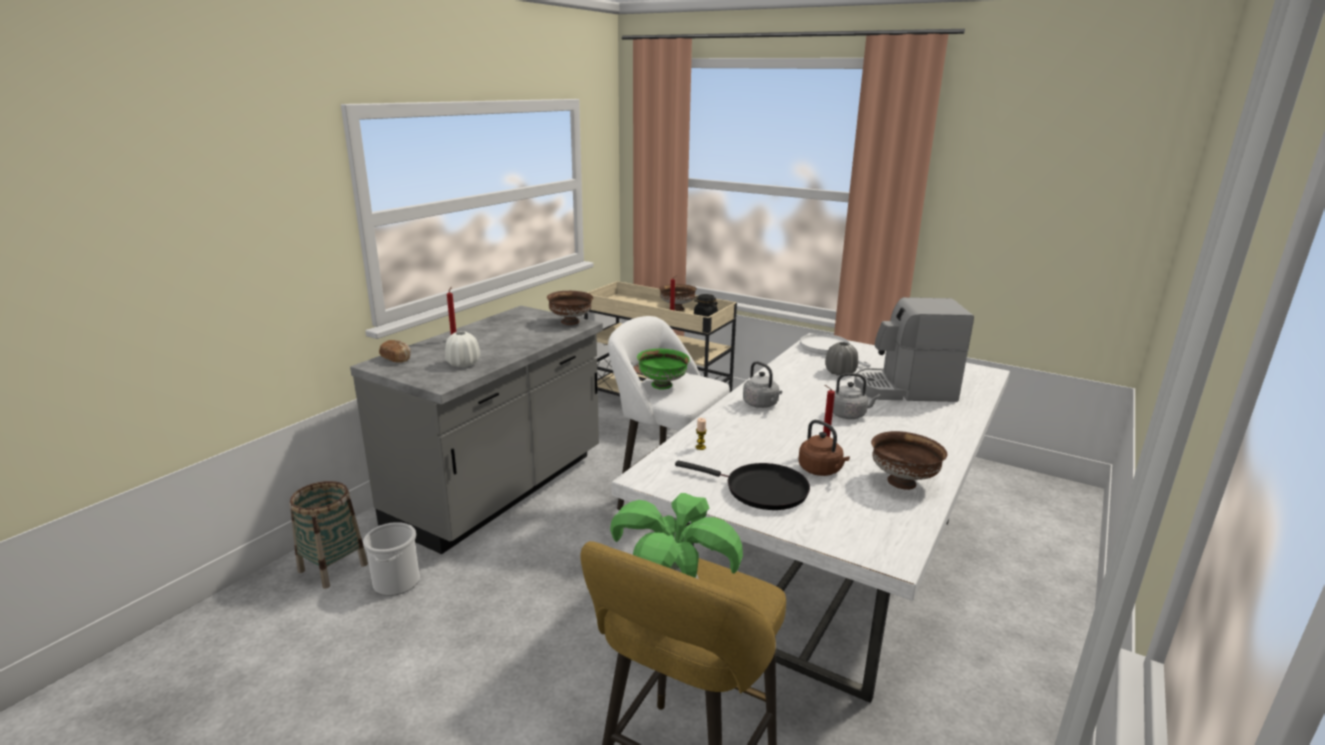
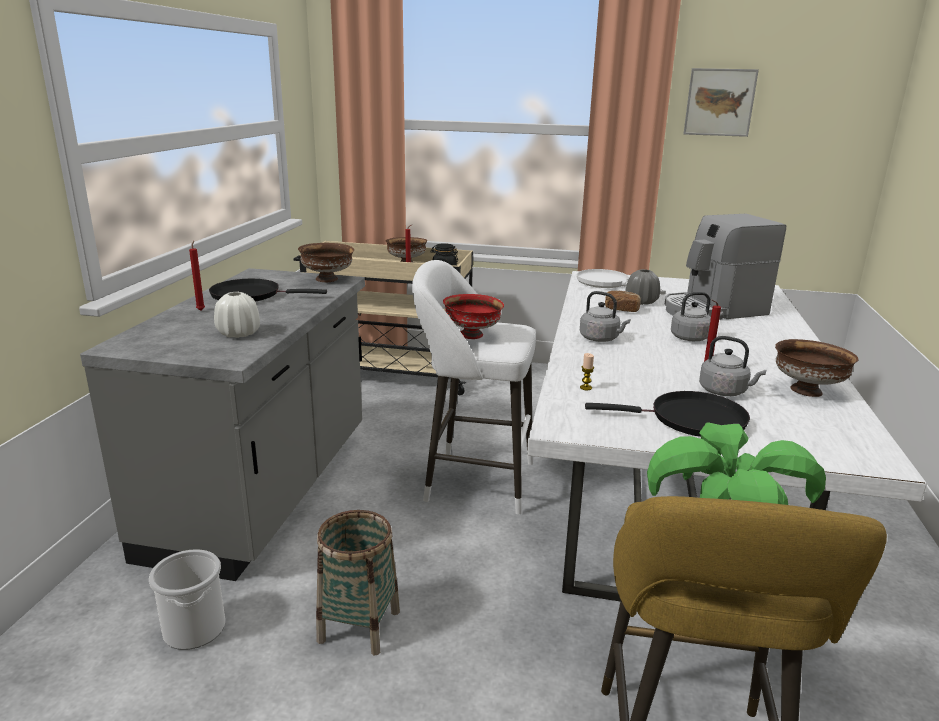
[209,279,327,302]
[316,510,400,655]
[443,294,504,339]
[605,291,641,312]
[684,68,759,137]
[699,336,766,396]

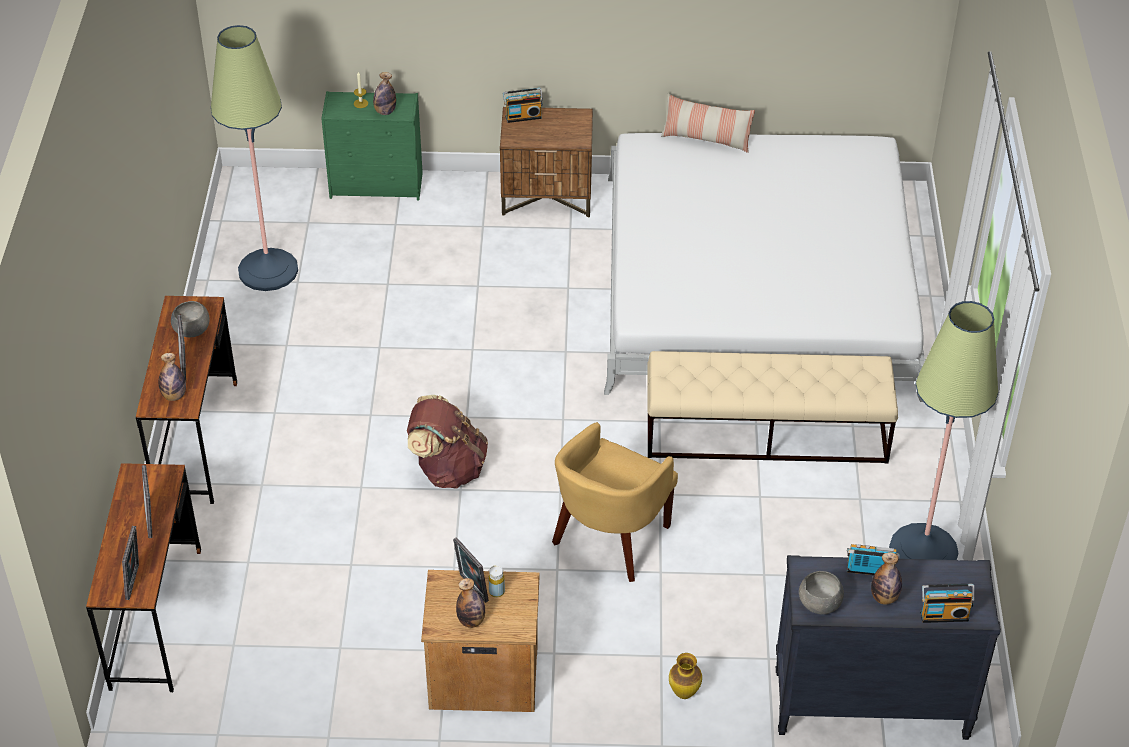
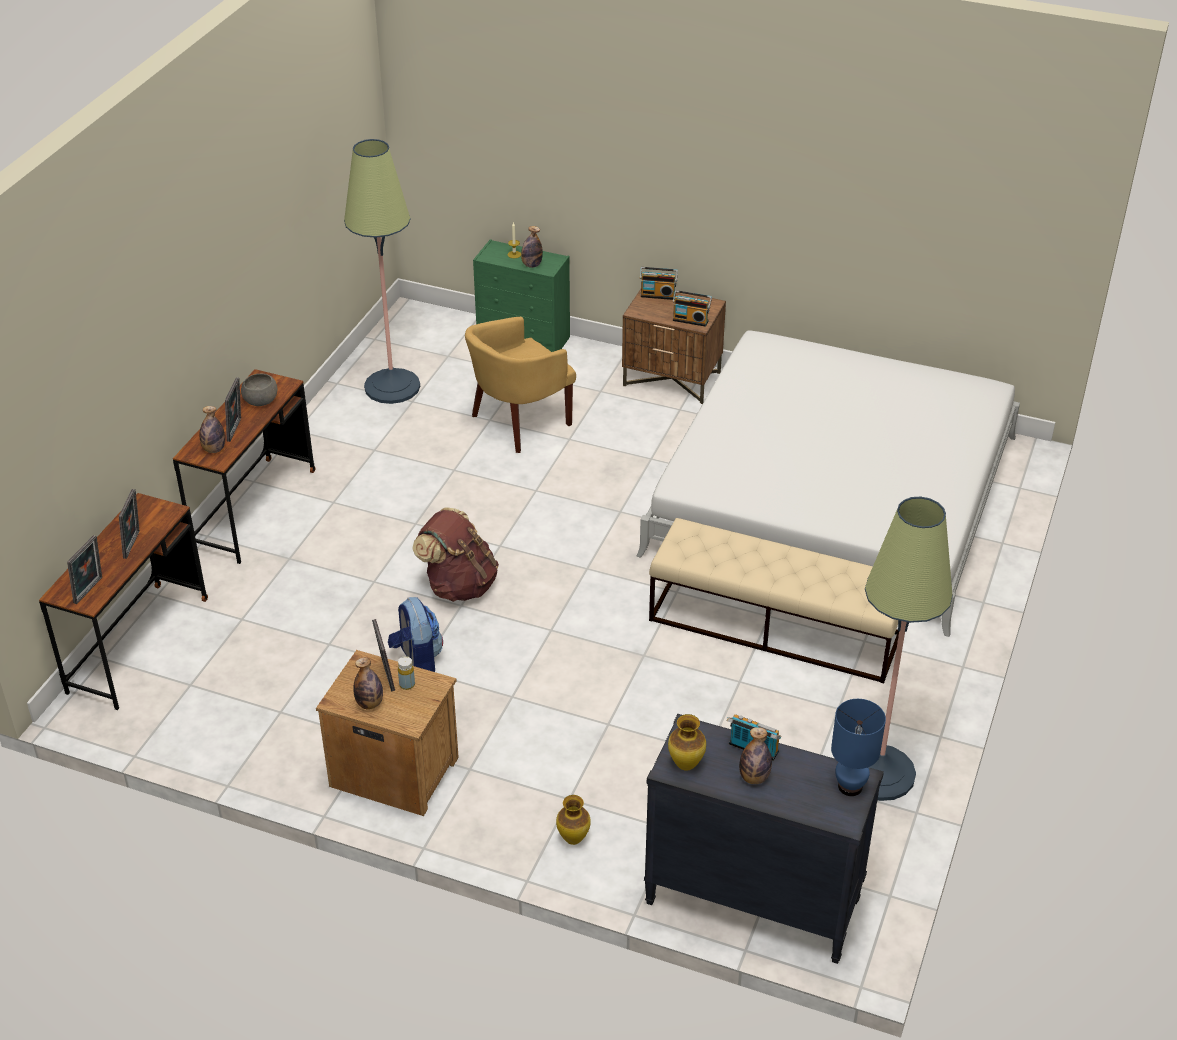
[388,597,443,672]
[465,317,576,453]
[668,714,706,770]
[672,290,712,327]
[831,699,886,796]
[661,94,755,153] (first image)

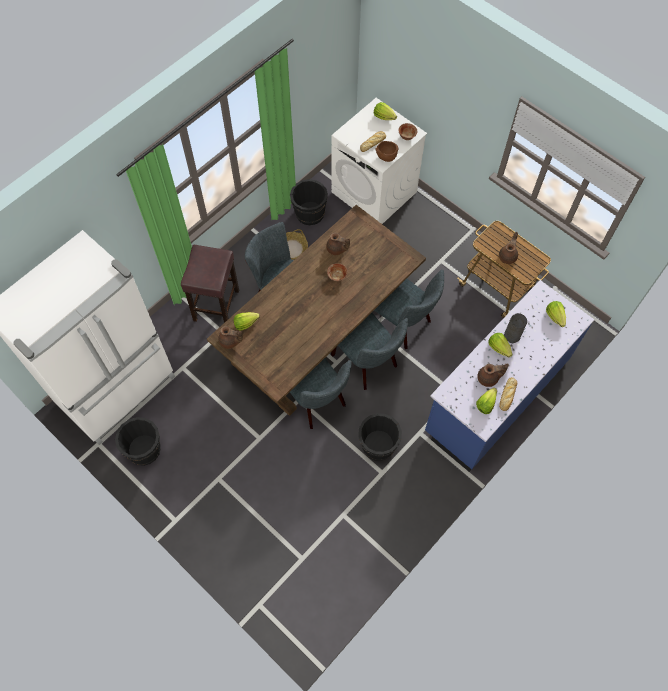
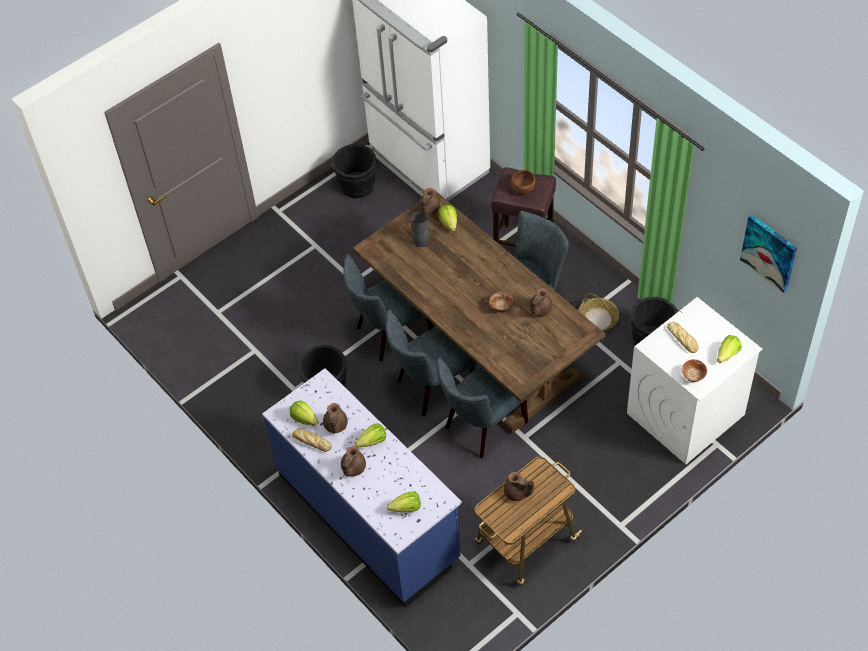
[341,446,366,476]
[411,211,430,247]
[511,170,536,194]
[740,214,797,293]

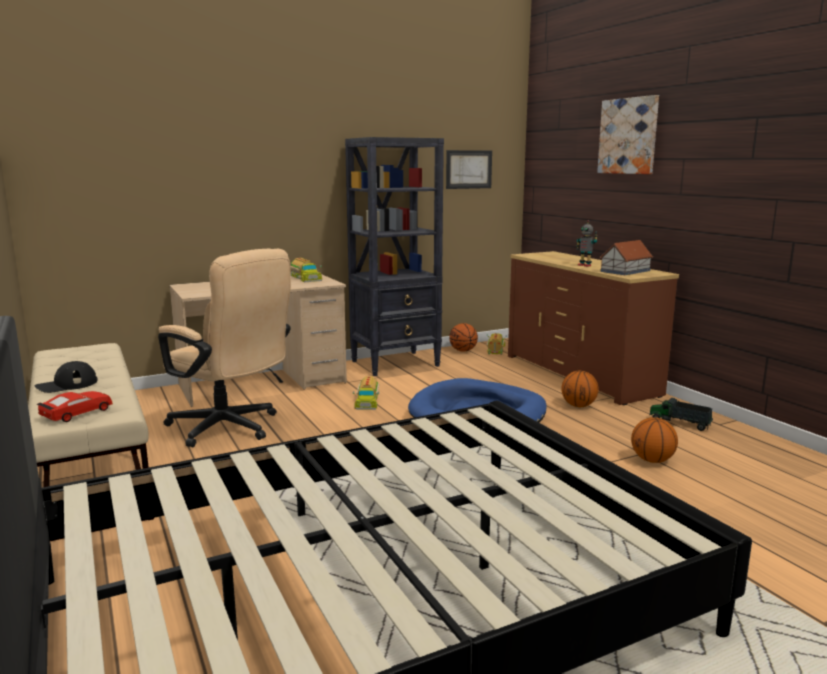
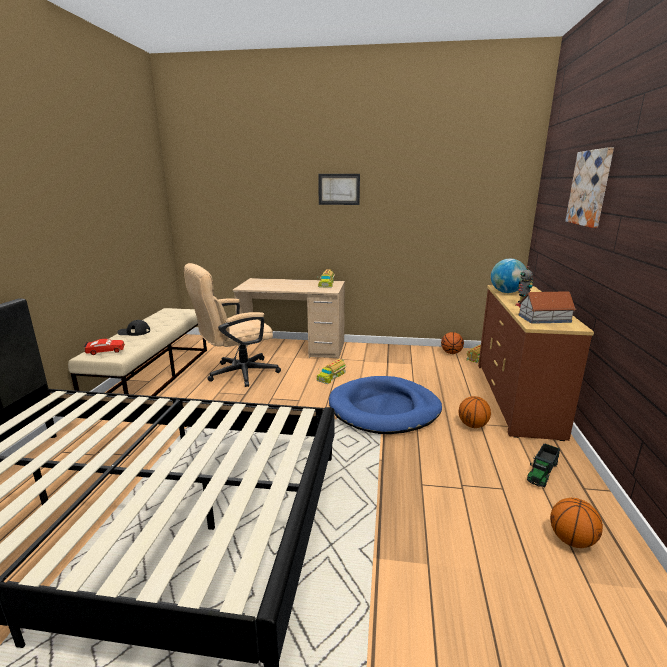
[184,263,281,387]
[318,174,360,205]
[491,259,527,293]
[527,443,560,487]
[550,498,603,548]
[345,137,444,376] (first image)

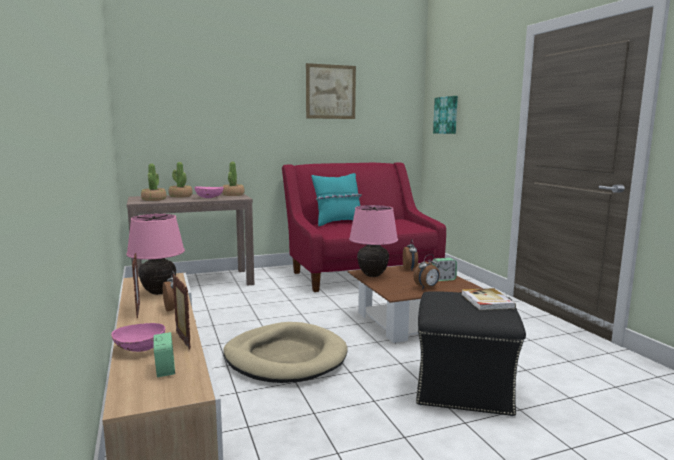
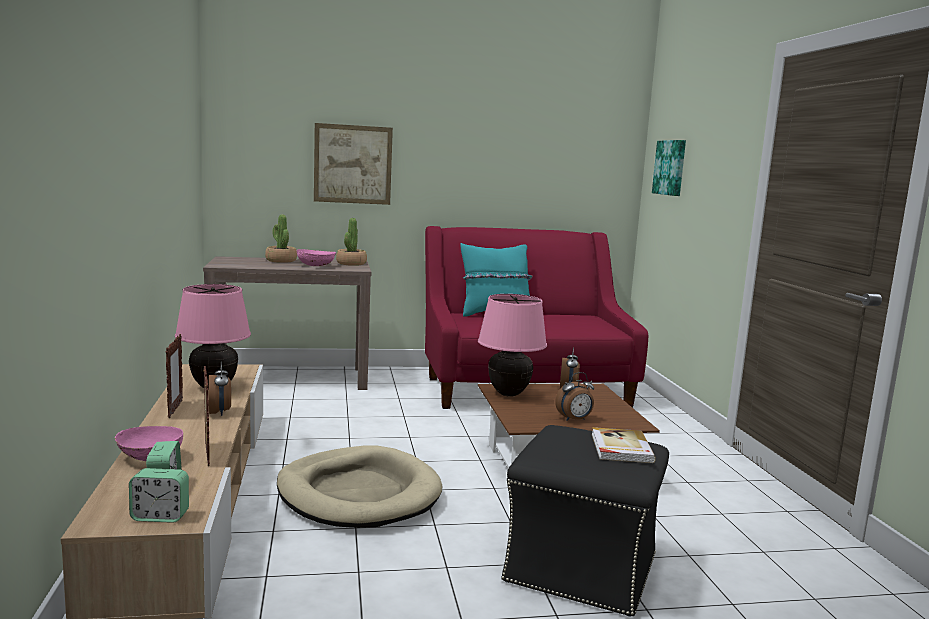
[129,468,189,523]
[314,123,393,205]
[141,163,167,201] (first image)

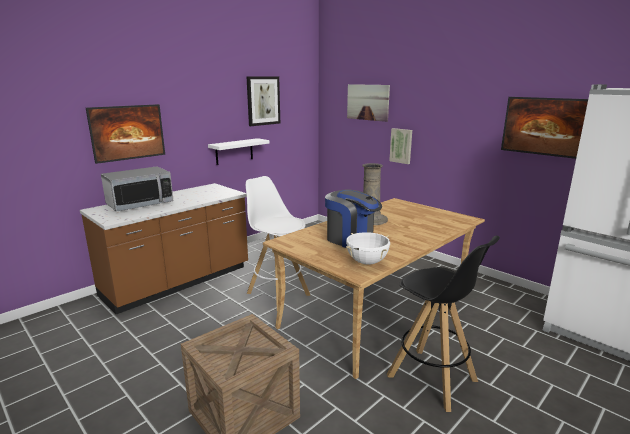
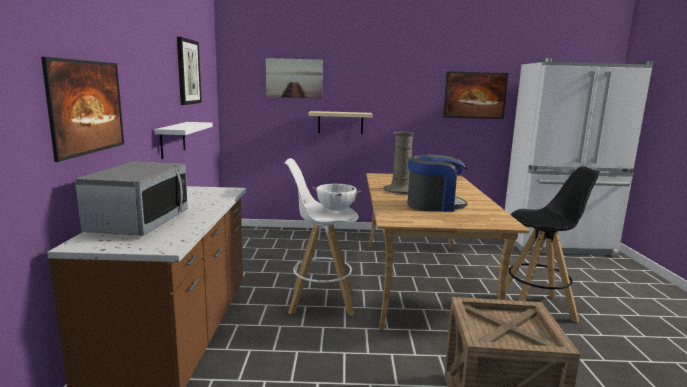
[309,111,373,134]
[312,184,361,211]

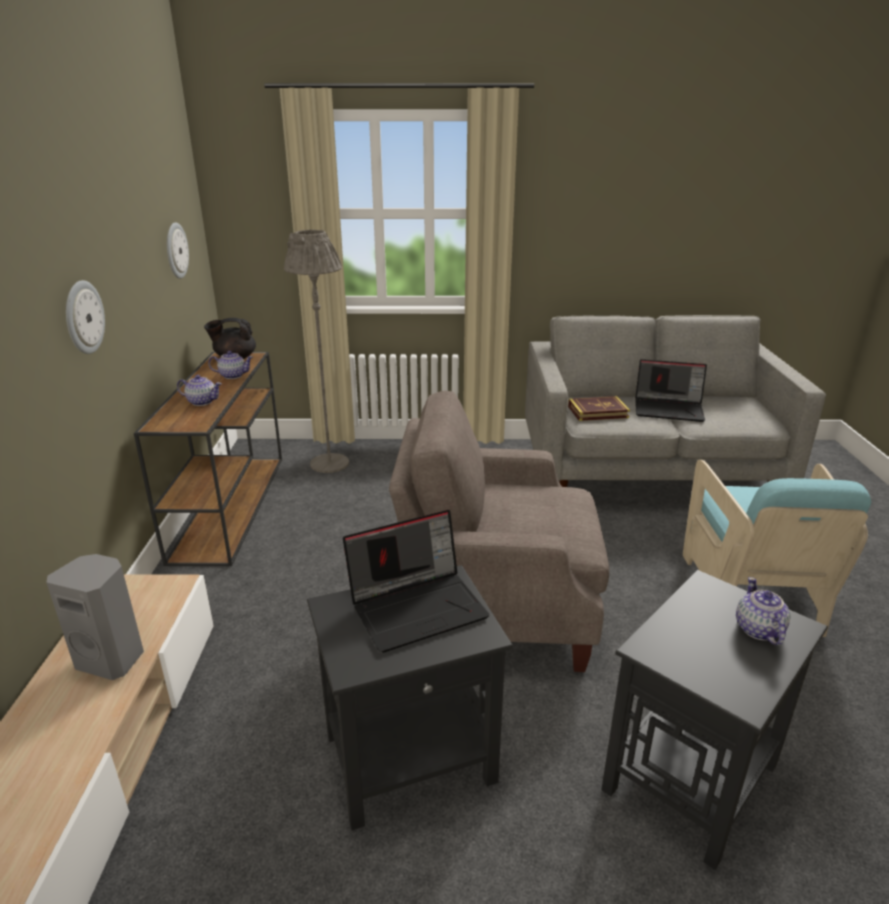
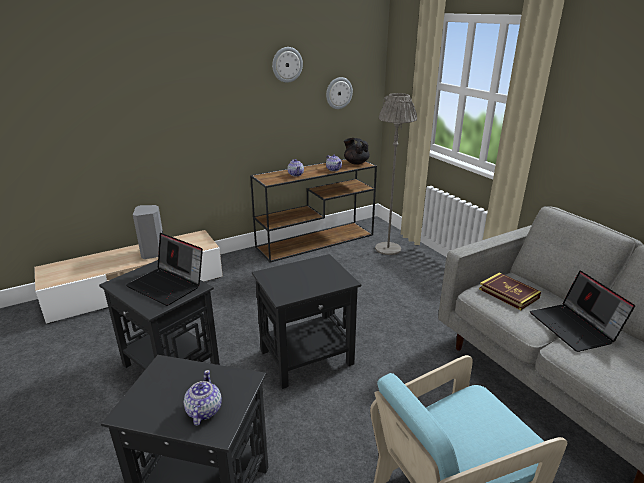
[184,370,222,426]
[252,254,361,389]
[272,47,303,83]

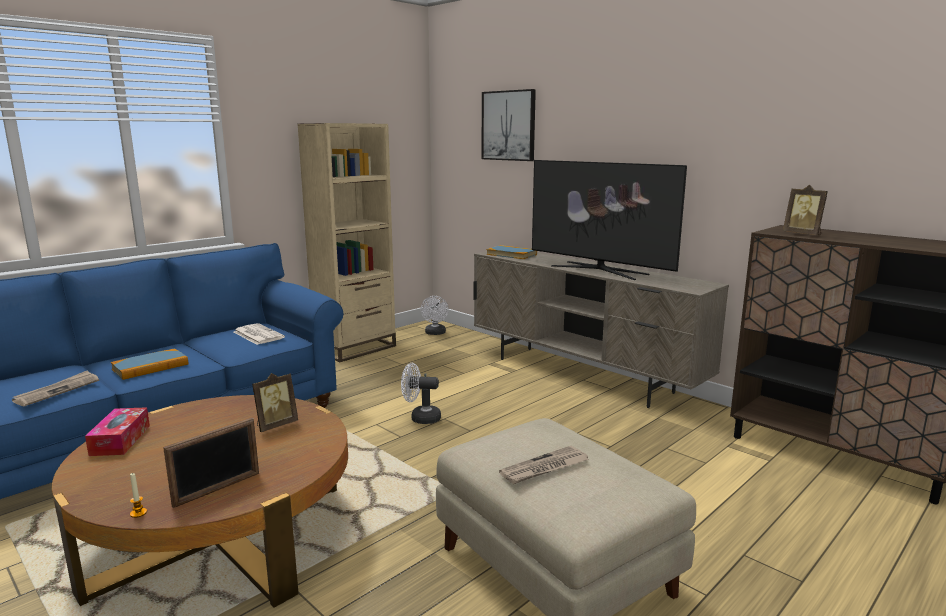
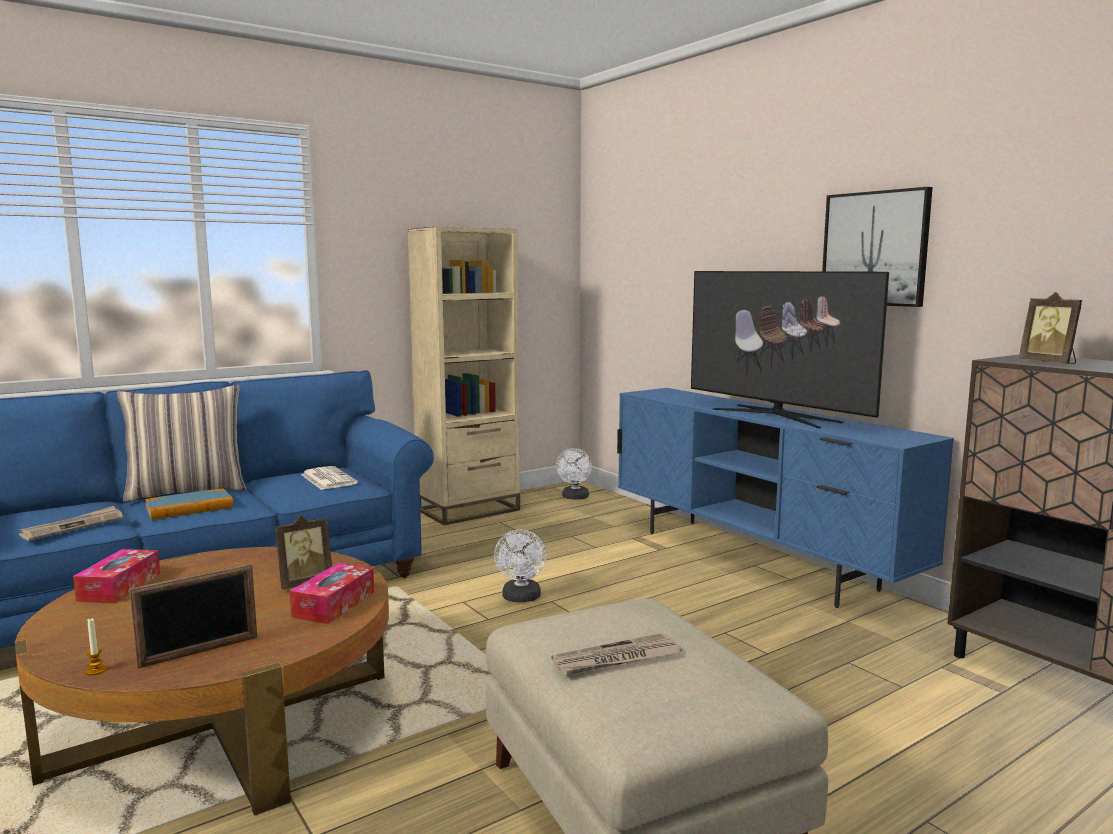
[117,385,246,502]
[290,563,374,624]
[494,530,547,602]
[617,388,954,608]
[822,187,933,307]
[487,245,537,259] (first image)

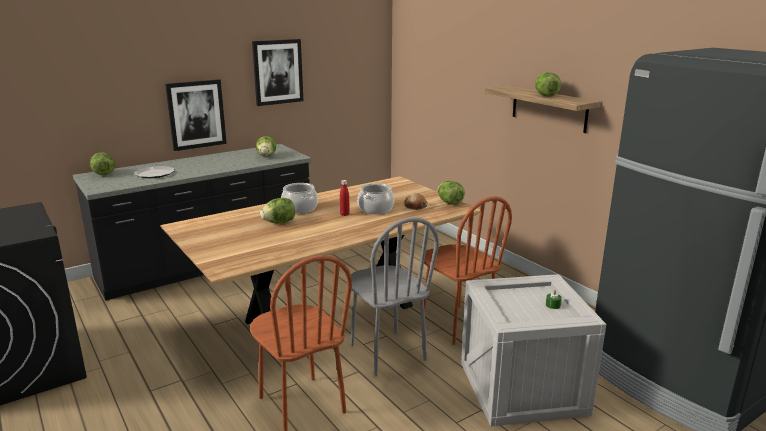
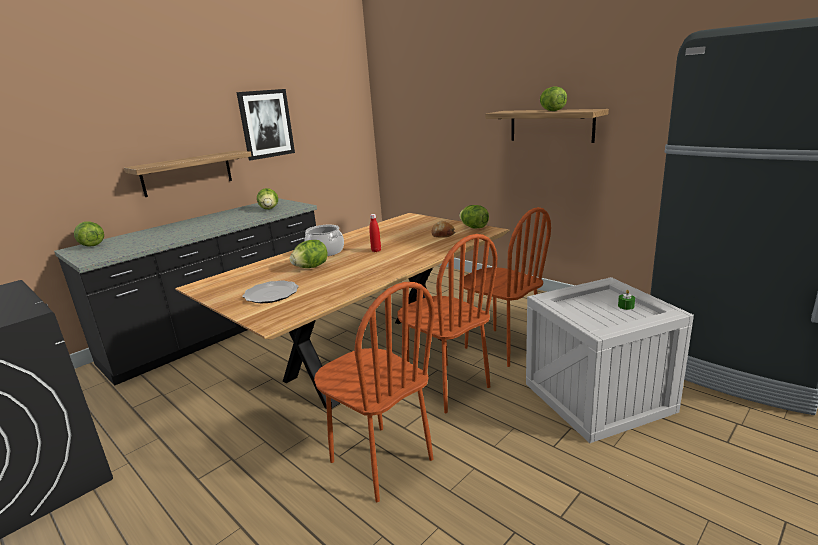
[124,150,251,197]
[242,280,299,303]
[397,234,497,413]
[357,183,394,214] (first image)

